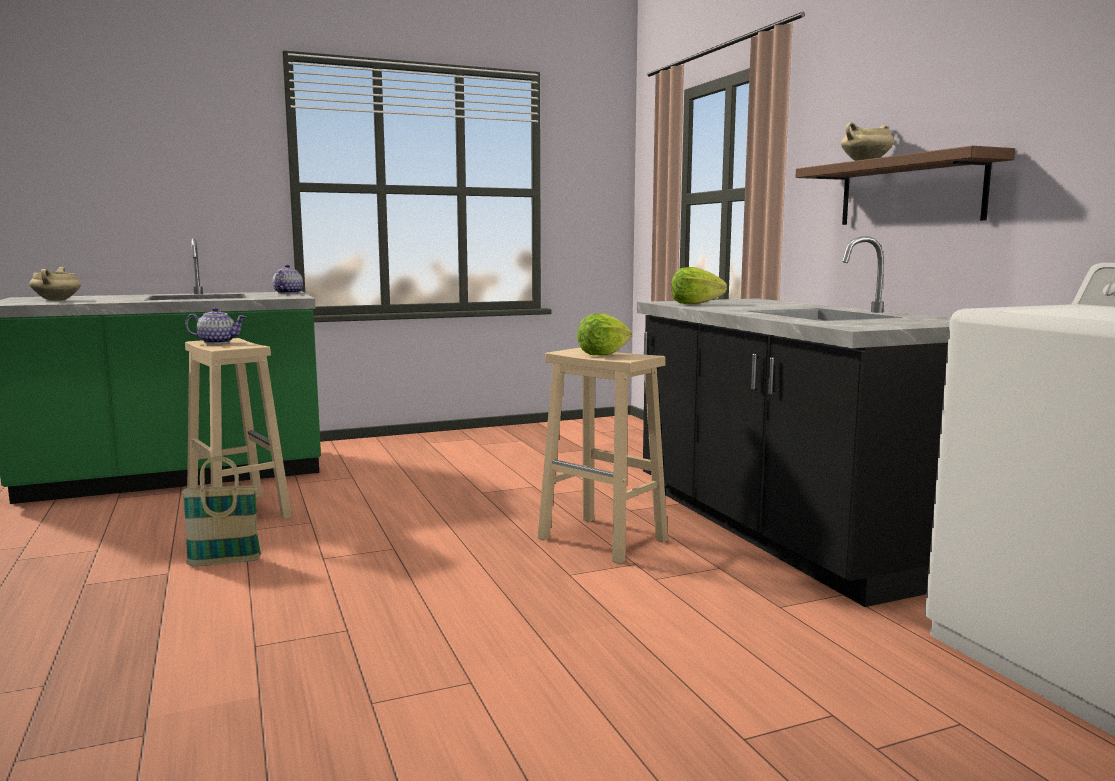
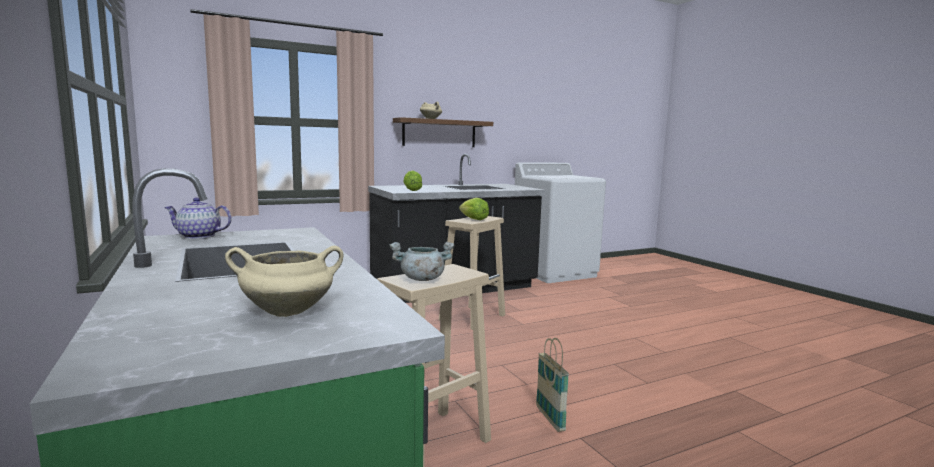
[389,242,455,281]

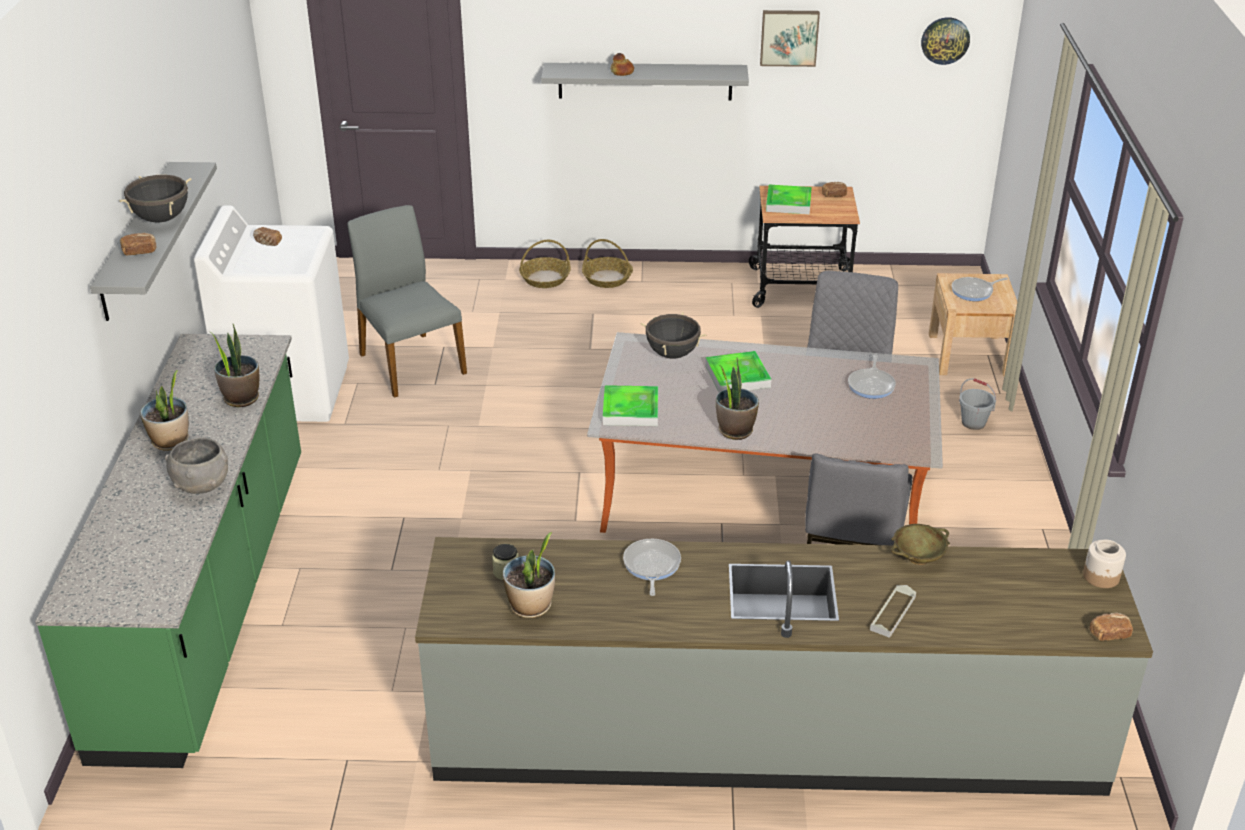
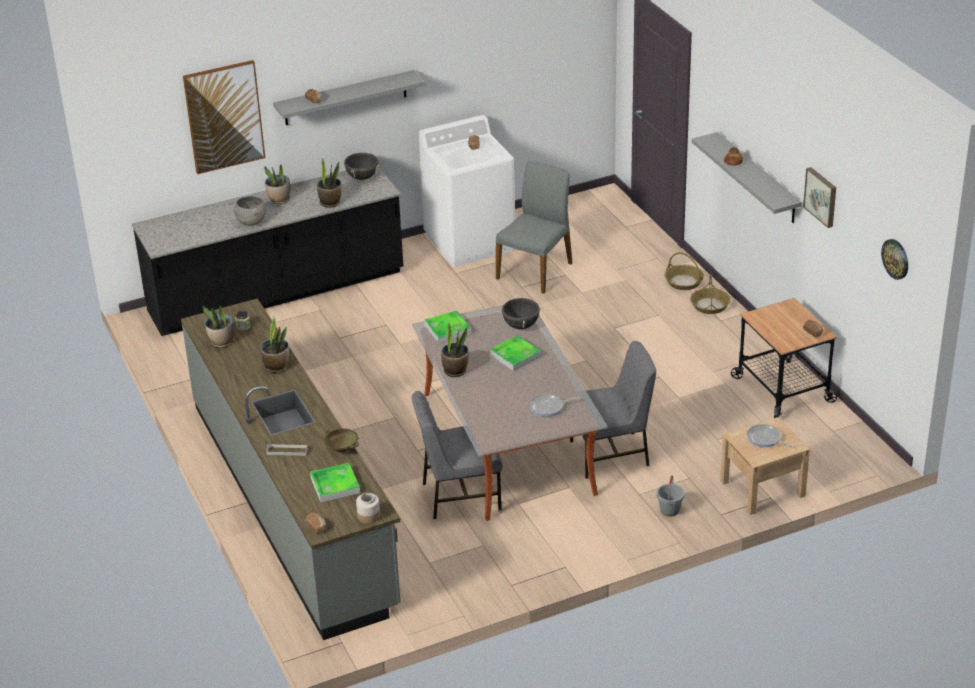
[132,167,403,336]
[183,60,265,174]
[260,316,289,373]
[310,463,360,502]
[342,152,380,180]

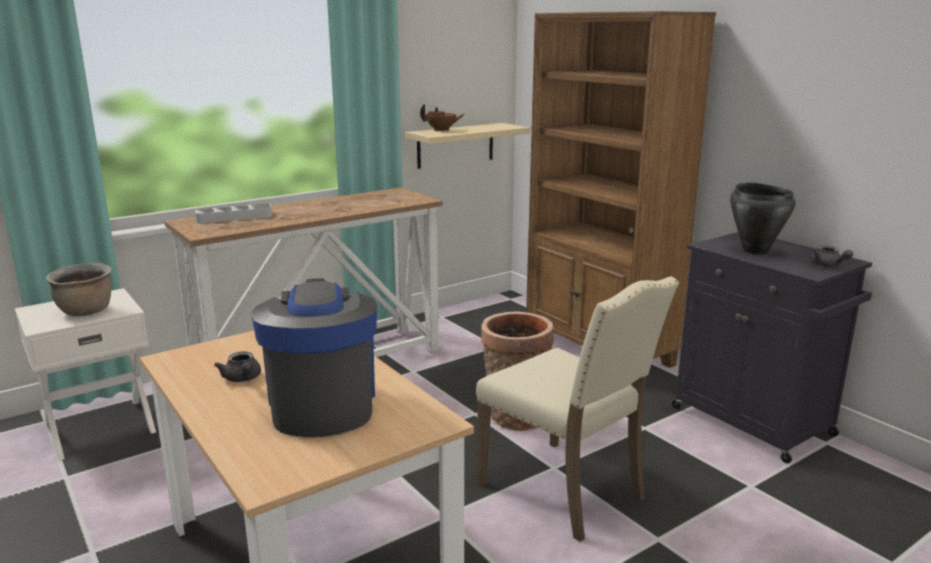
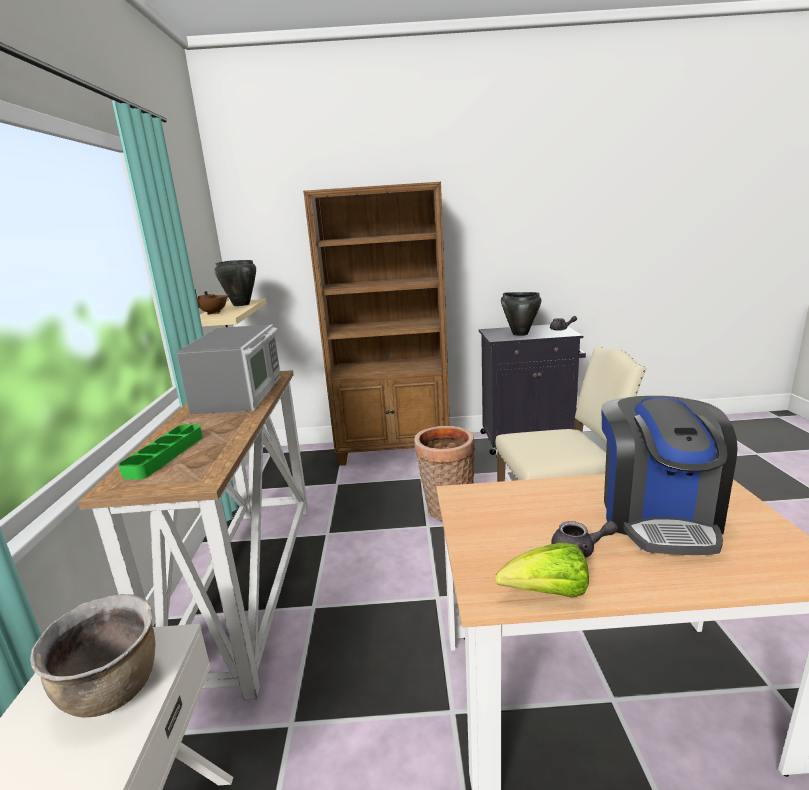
[119,424,203,480]
[177,325,281,414]
[215,260,256,306]
[495,543,589,598]
[601,396,738,555]

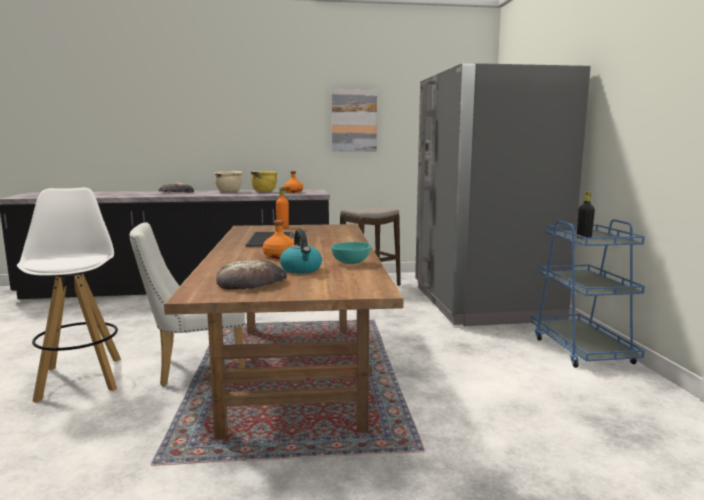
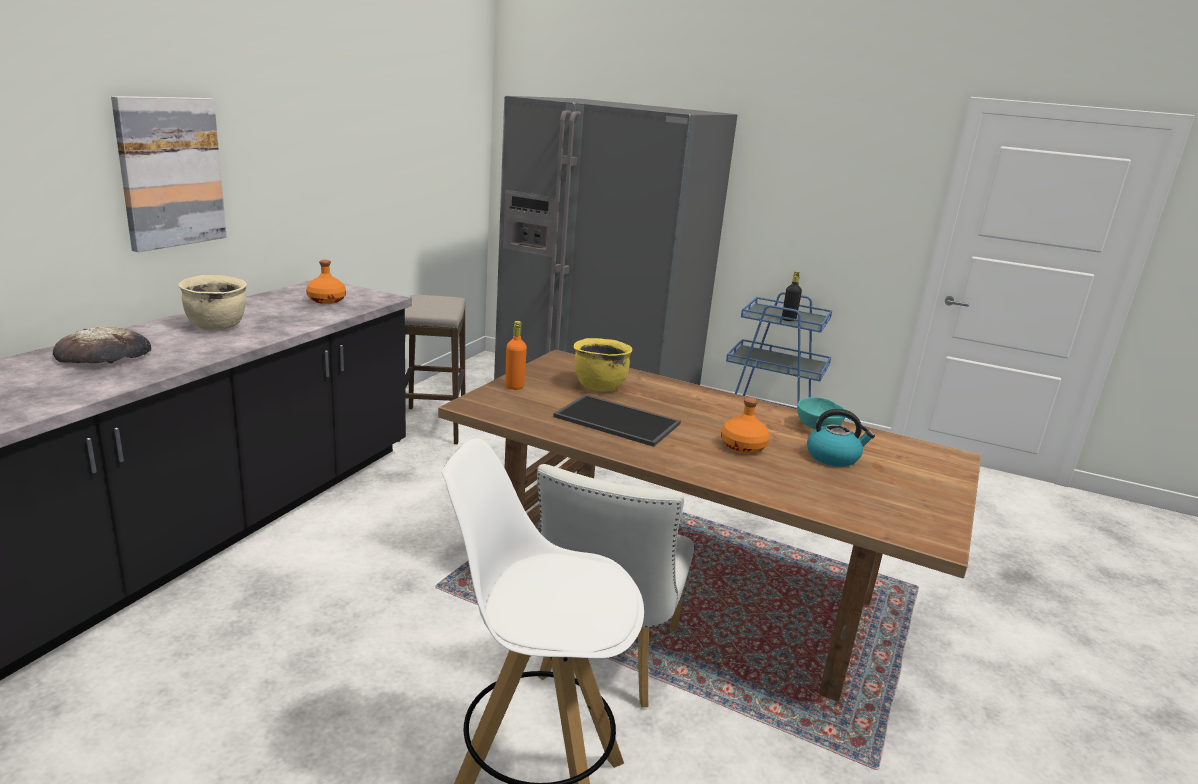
[111,96,227,252]
[574,338,632,392]
[216,260,287,290] (first image)

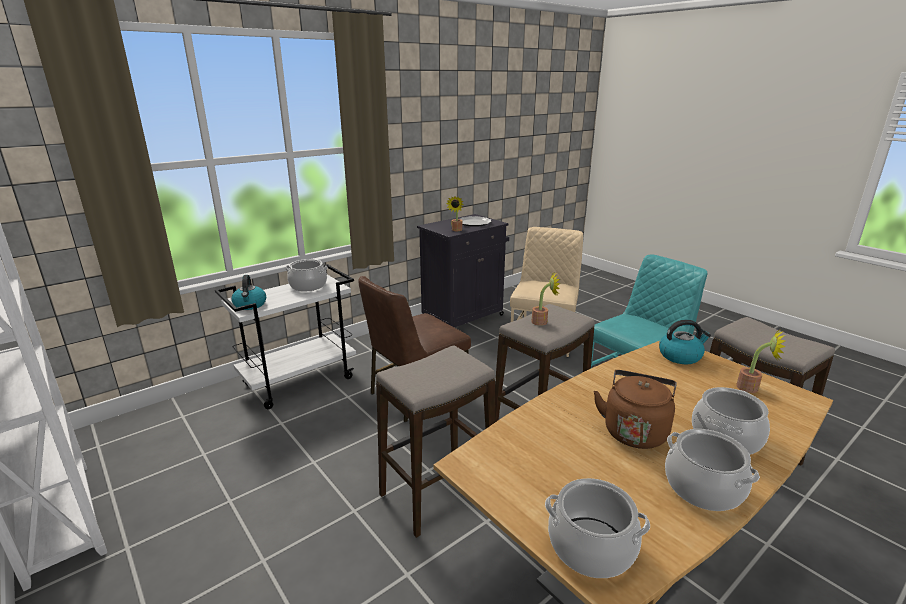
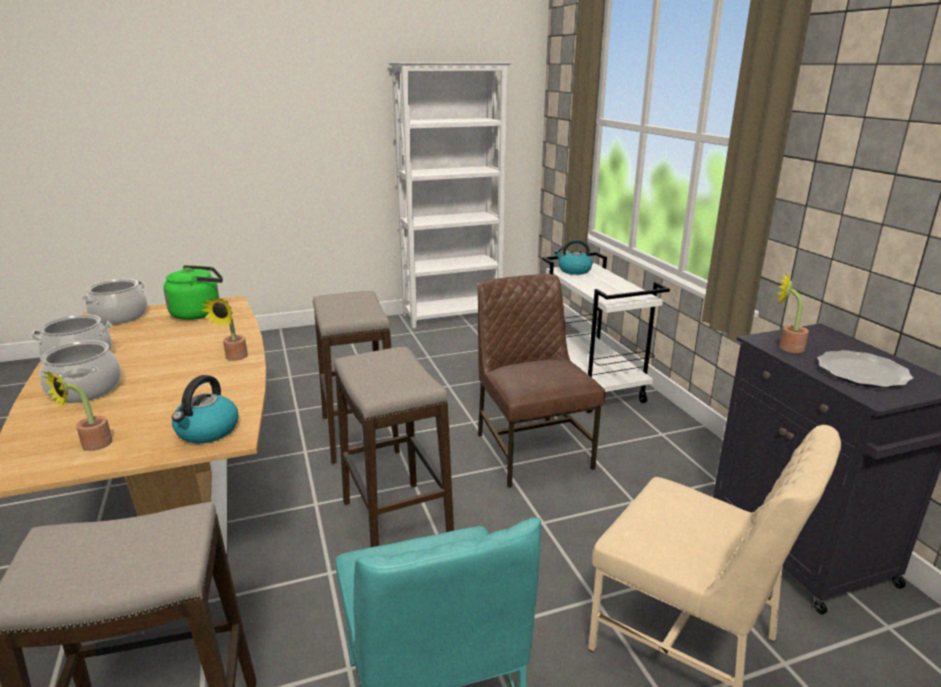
[163,265,223,320]
[202,296,248,361]
[285,259,328,291] (first image)
[594,370,677,449] (first image)

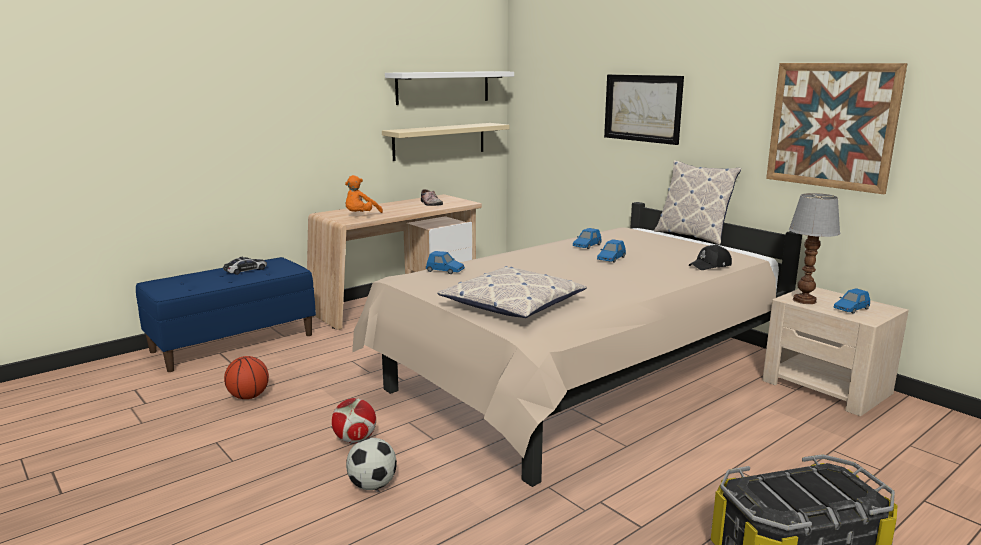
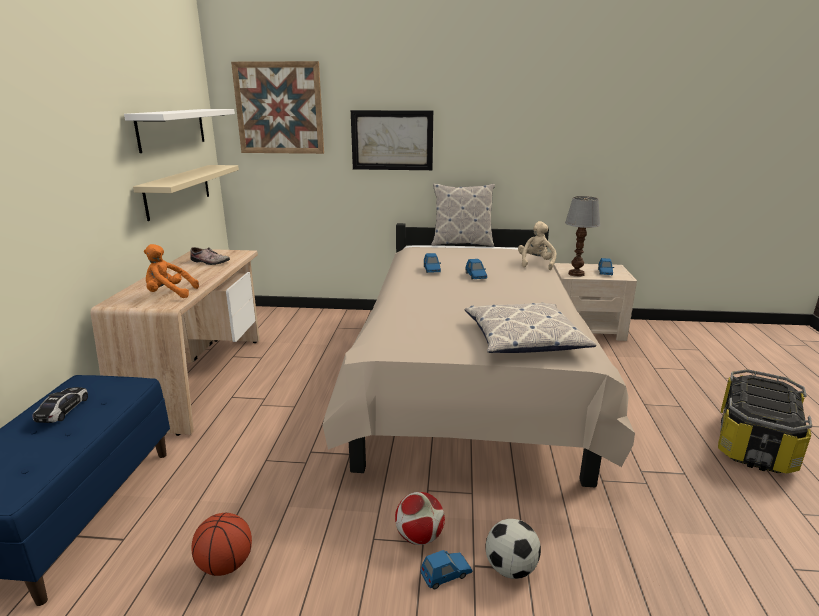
[144,244,199,298]
[231,61,324,154]
[420,550,473,589]
[518,221,556,270]

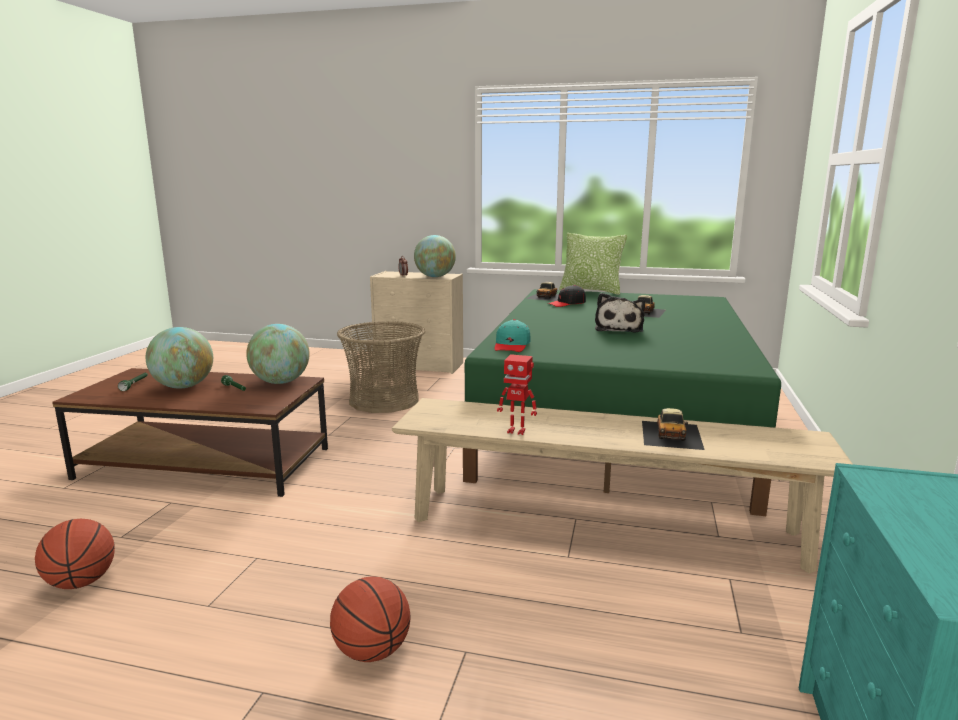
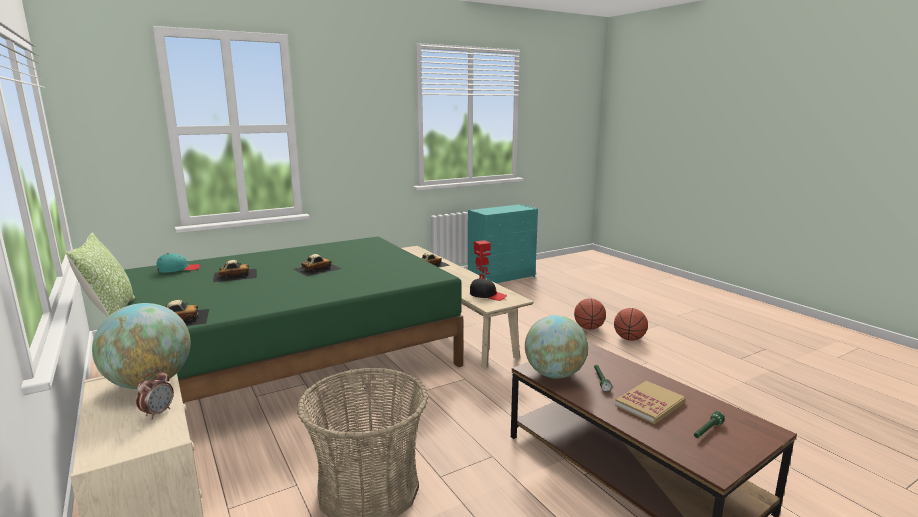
[156,253,200,273]
[293,254,342,276]
[470,278,507,301]
[614,308,648,341]
[615,381,686,424]

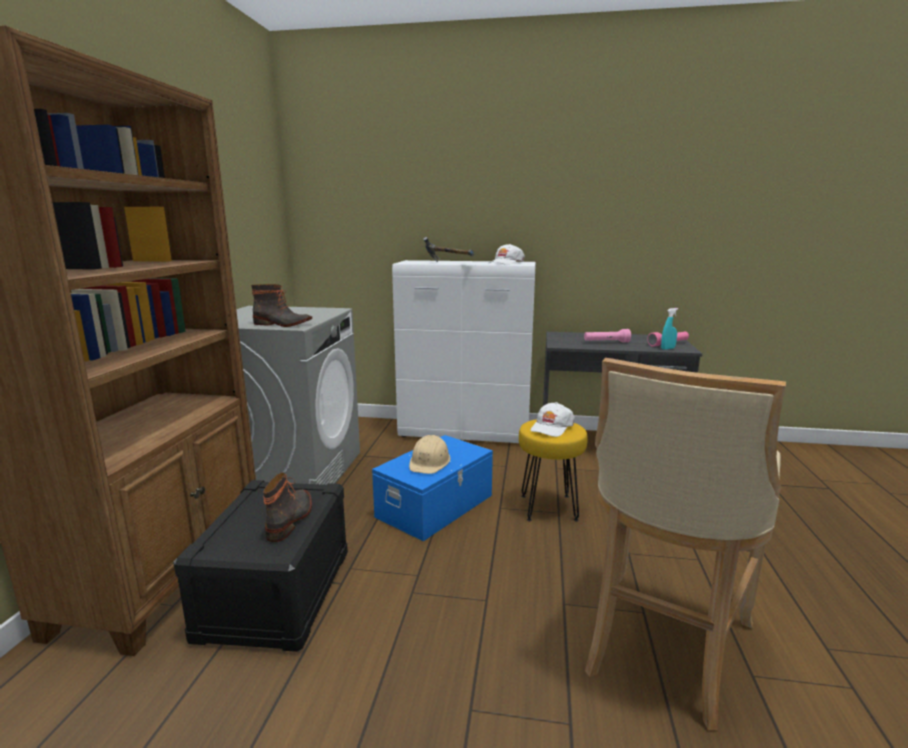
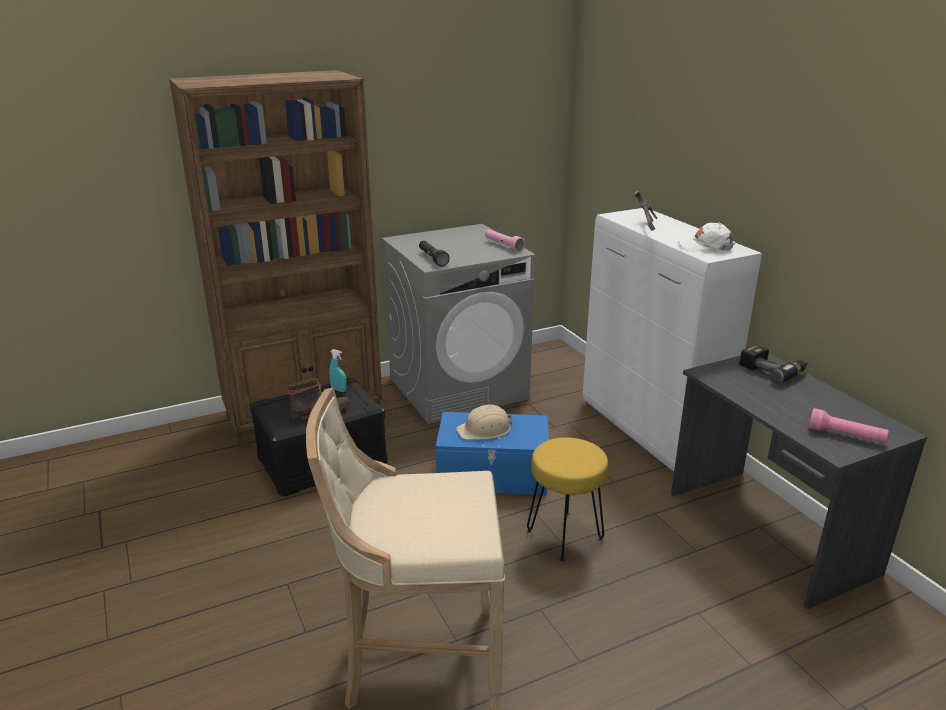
[329,349,347,392]
[419,241,450,267]
[485,230,525,252]
[739,344,808,383]
[530,402,575,437] (first image)

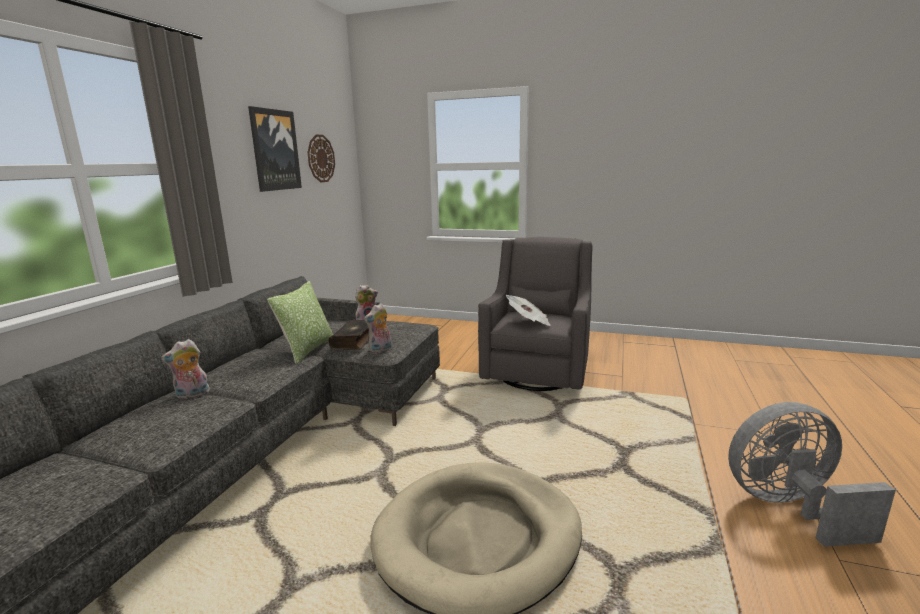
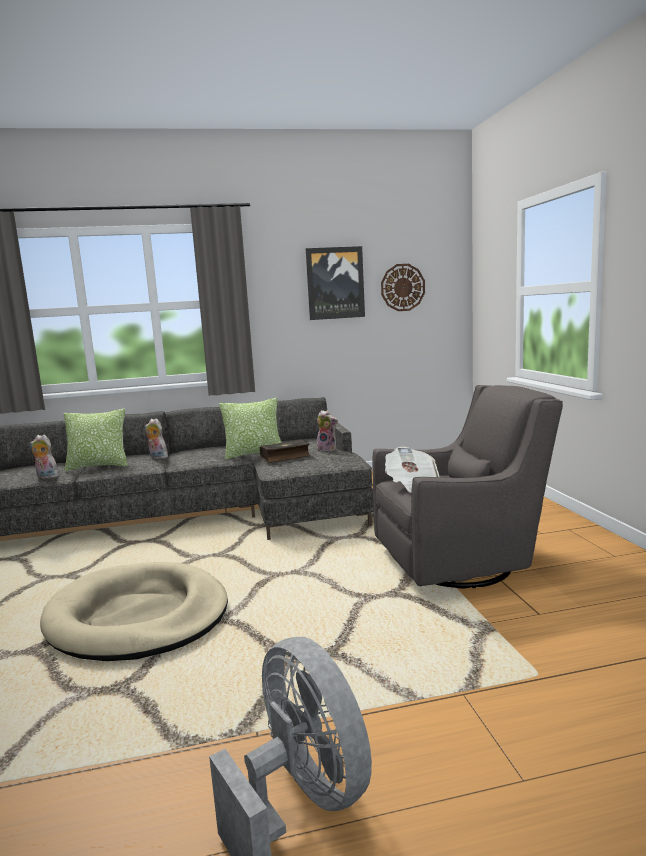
[30,434,59,479]
[64,409,128,471]

